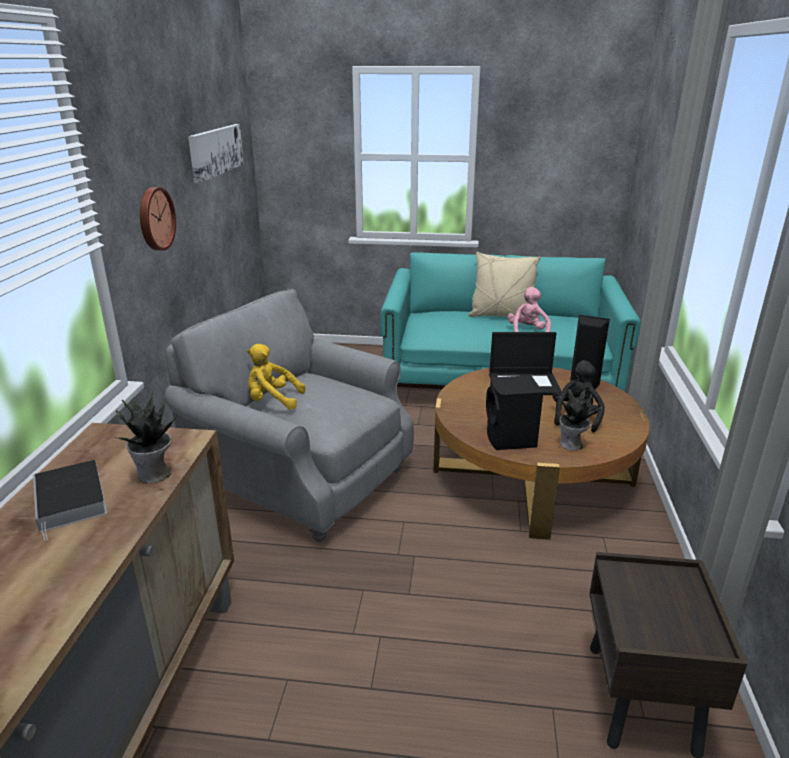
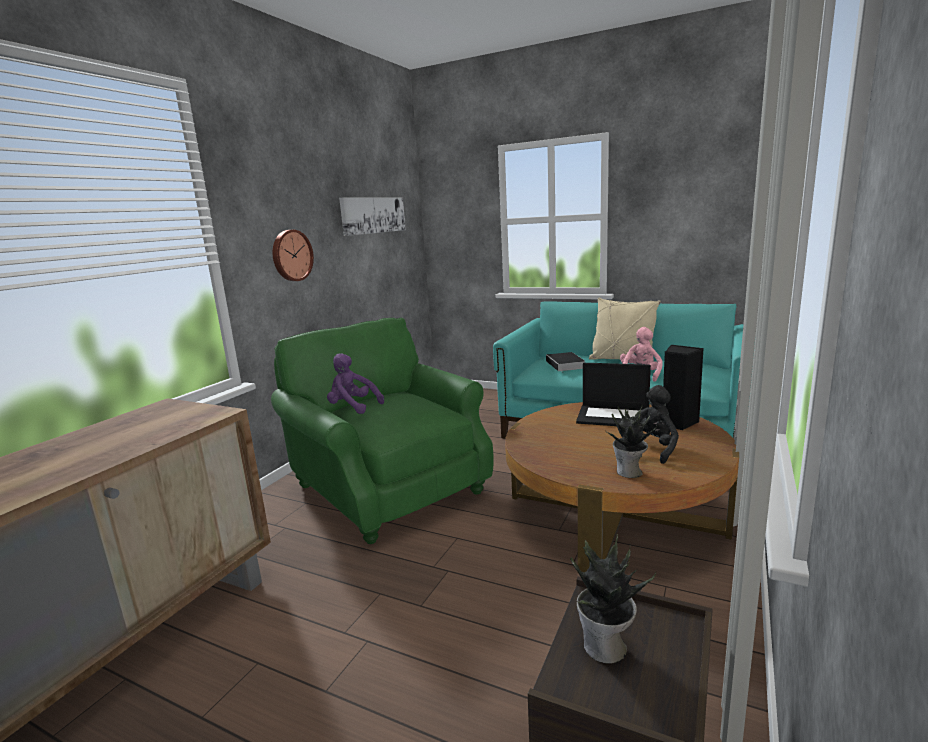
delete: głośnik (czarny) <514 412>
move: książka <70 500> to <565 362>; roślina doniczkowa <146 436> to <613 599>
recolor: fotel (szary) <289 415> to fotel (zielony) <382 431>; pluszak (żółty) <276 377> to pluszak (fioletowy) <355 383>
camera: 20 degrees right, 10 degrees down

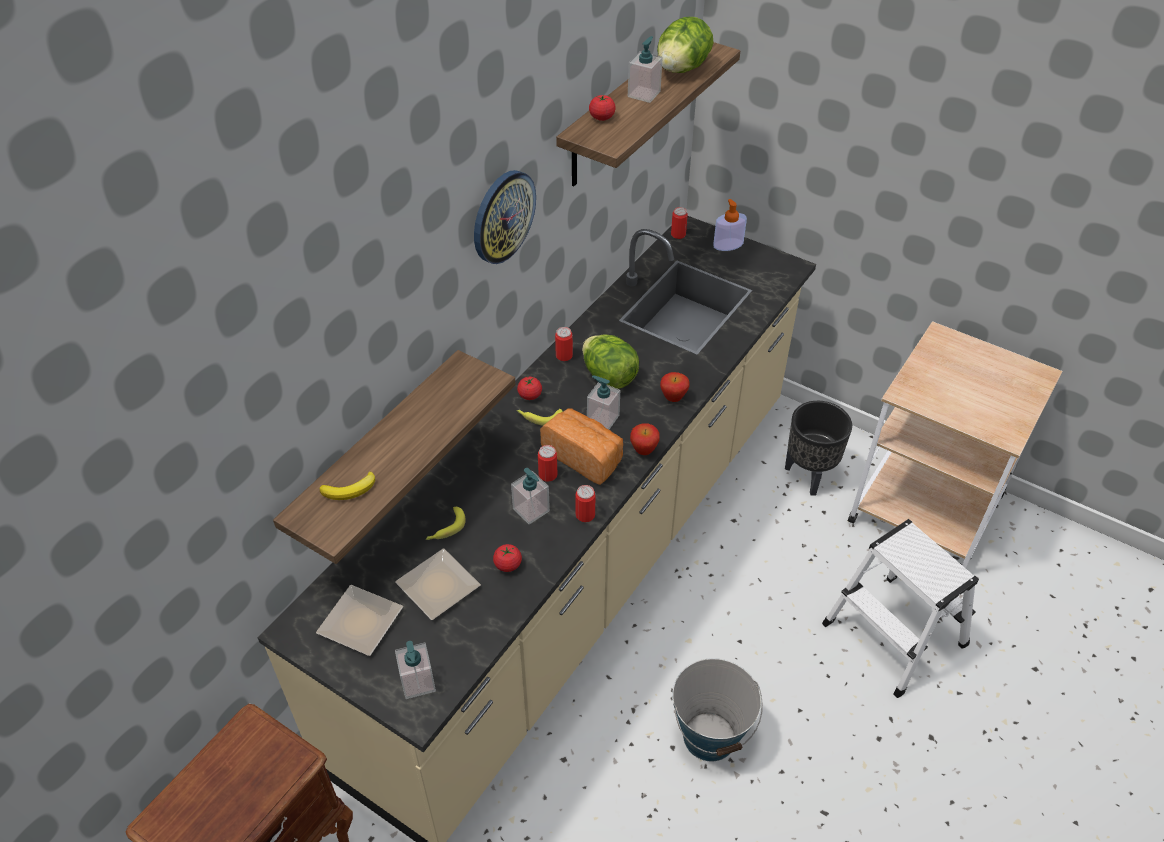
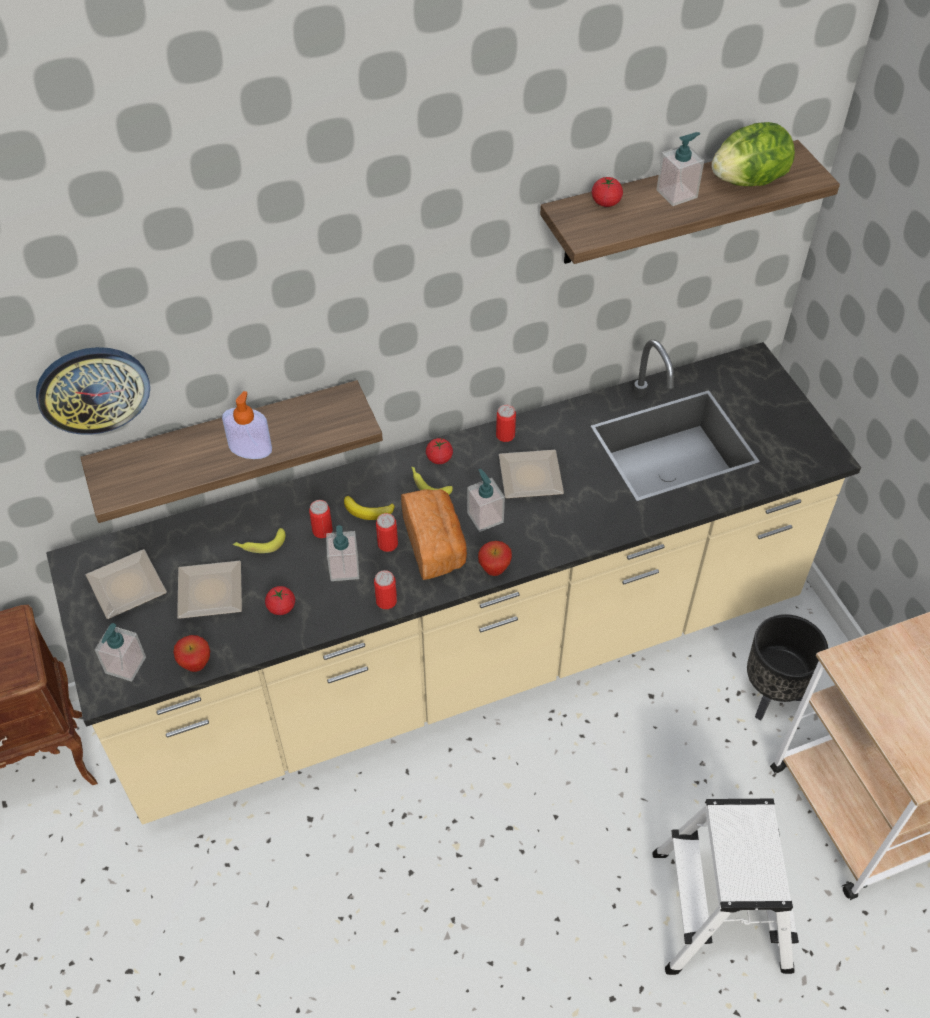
delete: wiadro <717 709>
move: zegar ścienny <505 217> to <93 391>; jabłko <675 387> to <191 653>; dozownik mydła <730 225> to <247 425>; puszka <679 223> to <321 519>; banan <347 485> to <369 508>
replace: sałata <610 361> to talerz <531 474>
camera: 35 degrees right, 5 degrees up

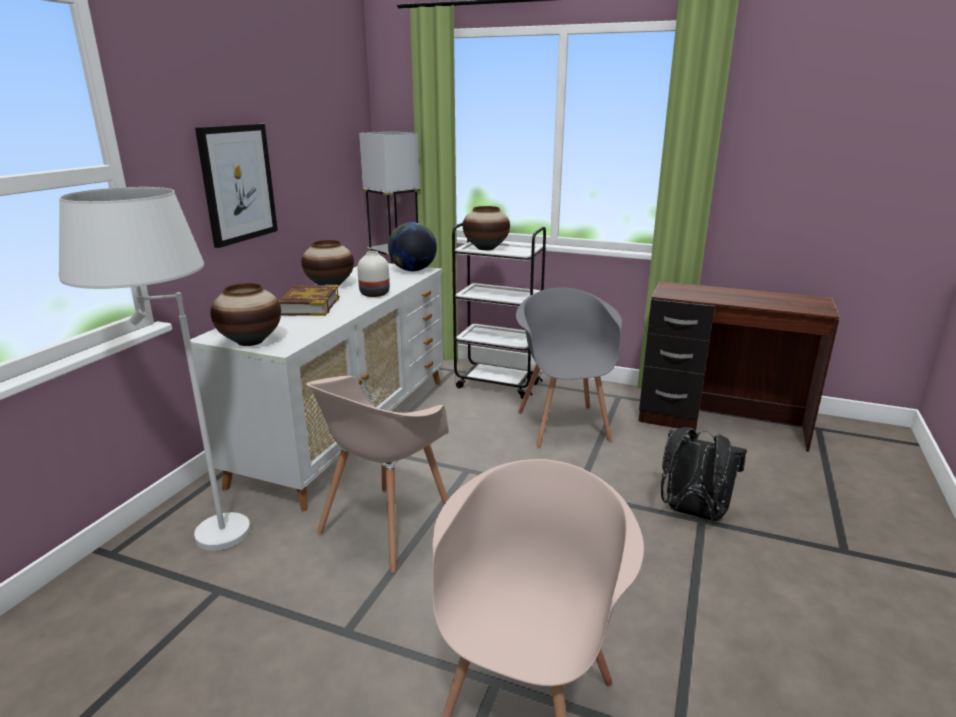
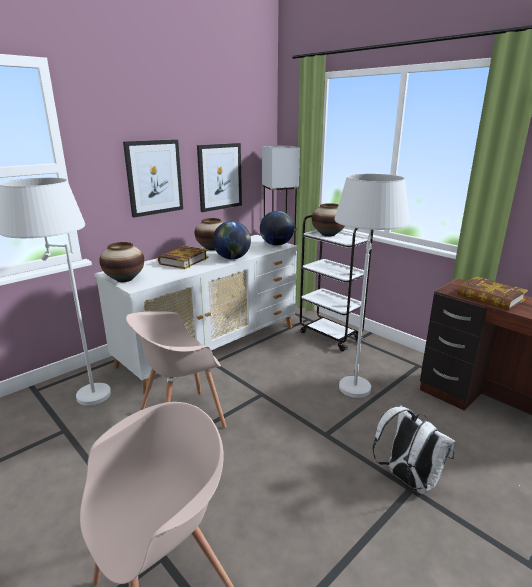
insert: obraz <219 177>; książka <493 293>
replace: wazon (biały) <373 274> to globus <232 240>; krzesło (szary) <569 367> to lampa stojąca (biały) <372 286>
recolor: plecak (czarny) <704 474> to plecak (biały) <414 450>
camera: 25 degrees right, 0 degrees up

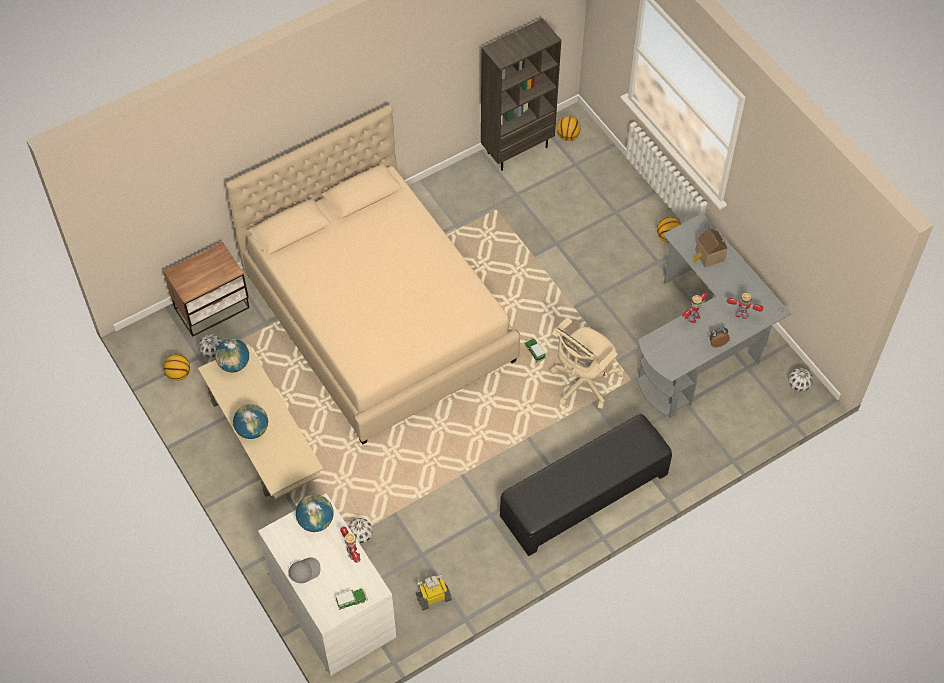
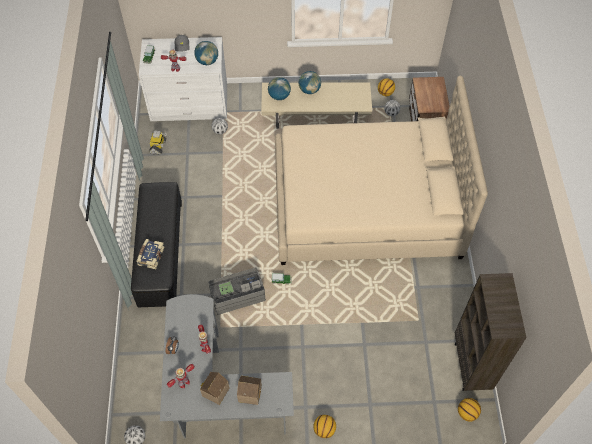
insert: książka <150 254>; domek <215 388>
move: globus <232 355> to <279 88>
replace: krzesło biurowe (beżowy) <587 363> to pojemnik do przechowywania (szary) <237 291>
camera: 120 degrees right, 0 degrees up

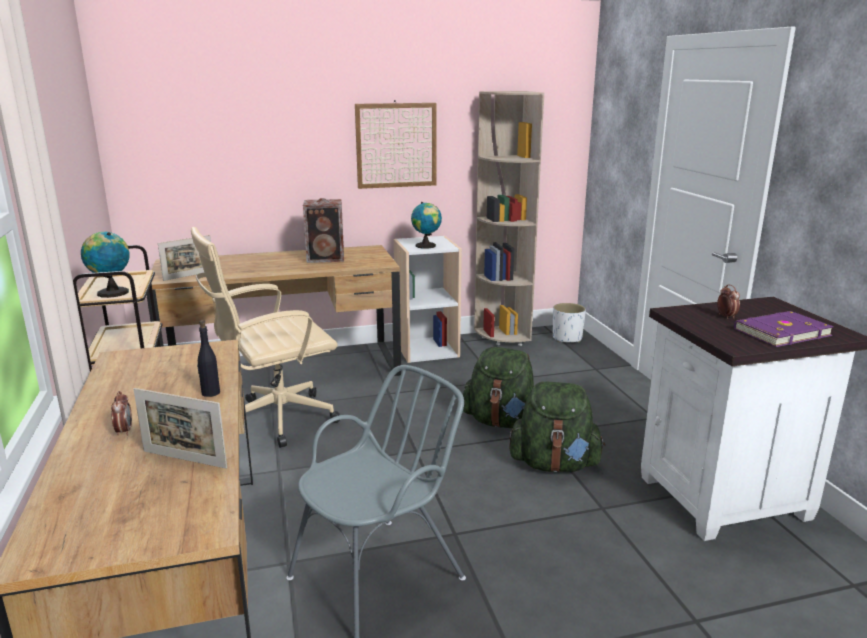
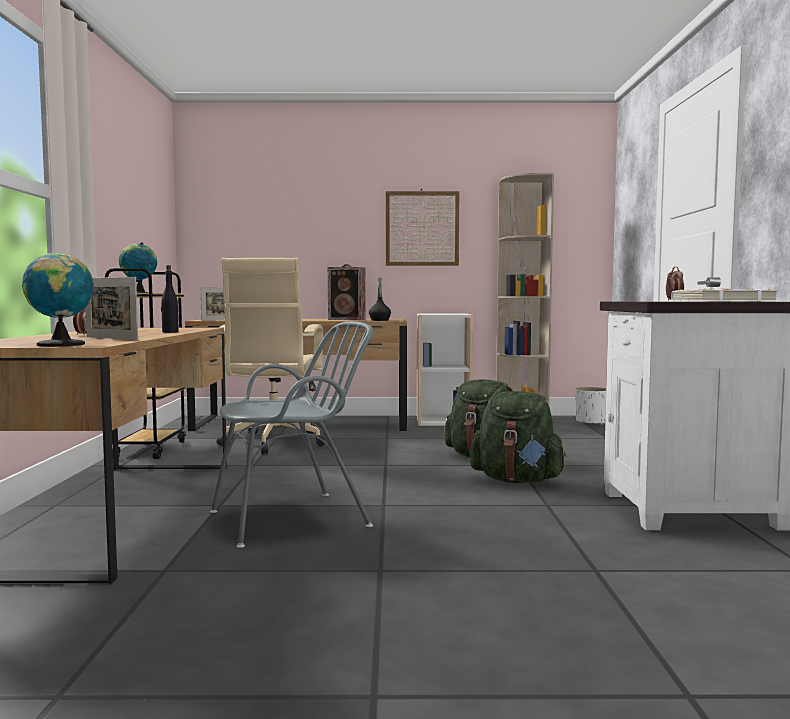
insert: butelka (czarny) <380 299>
move: globus <426 225> to <58 299>
recolor: książka (fioletowy) <784 329> to książka (biały) <724 295>
rotate: krzesło biurowe (beżowy) <265 337> = <271 355> 75 degrees counterclockwise
camera: 15 degrees right, 15 degrees down

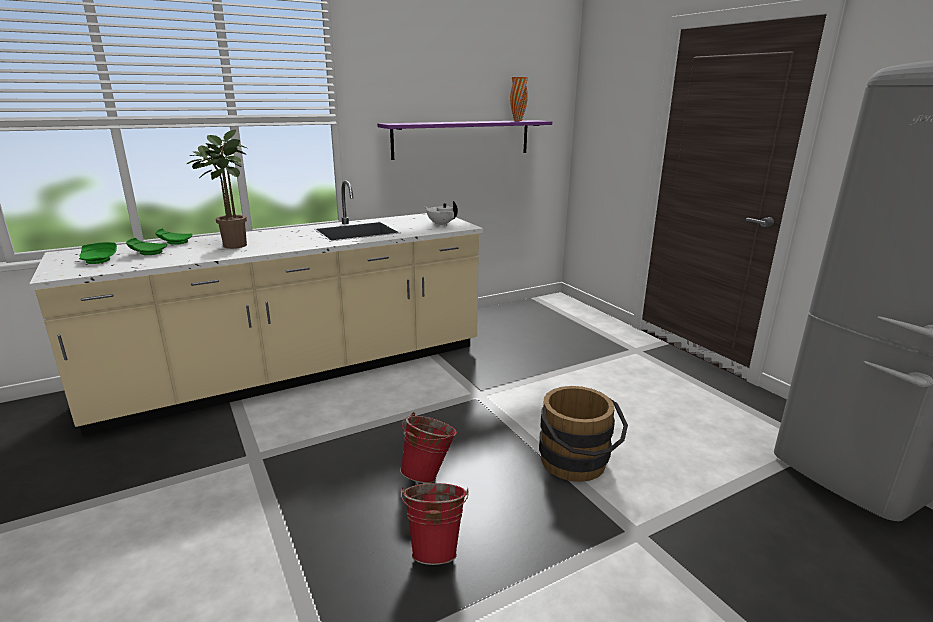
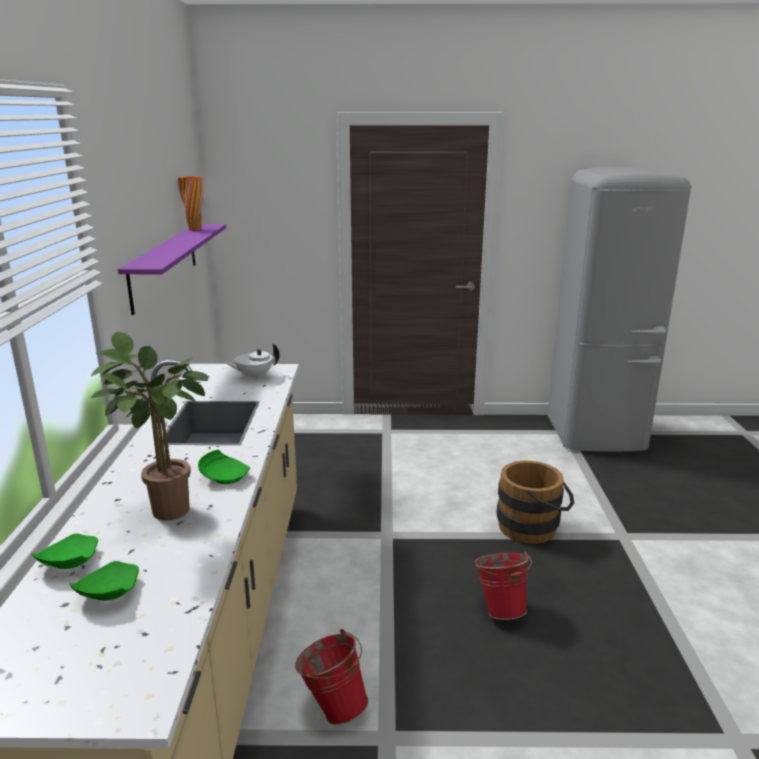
move: talerz (zielony) <98 253> to <224 467>; wiadro (czerwony) <435 524> to <332 677>
camera: 60 degrees left, 0 degrees up

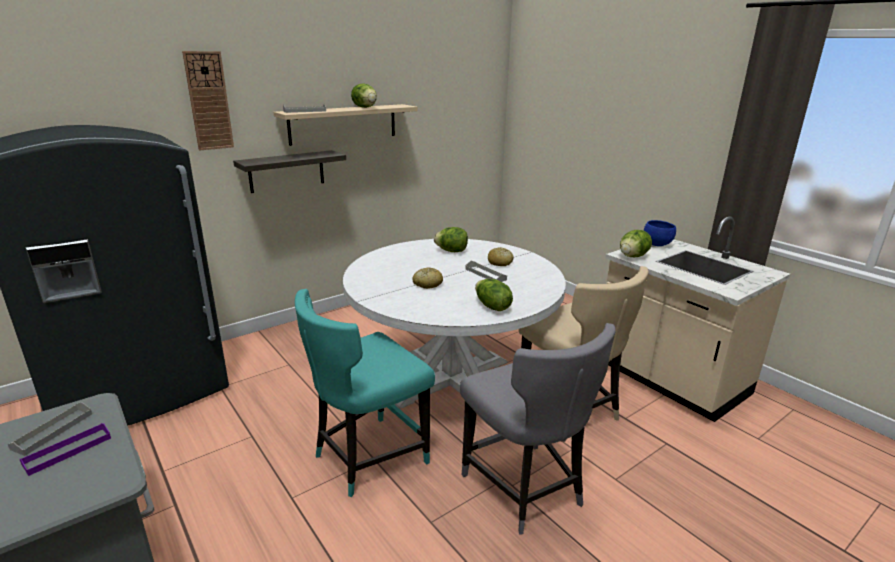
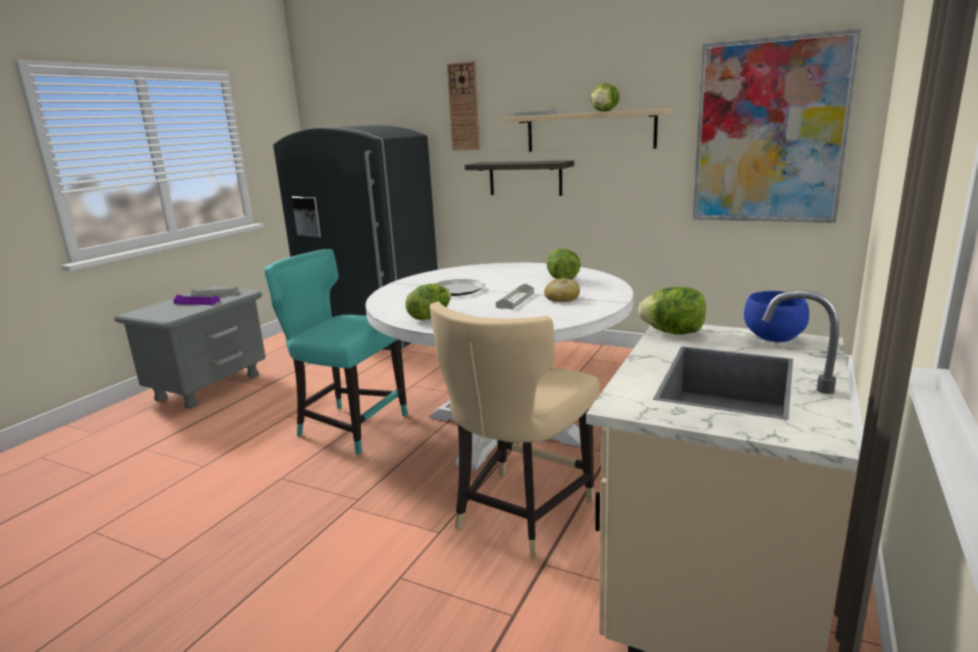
delete: krzesło (szary) <538 429>
insert: obraz <777 125>
replace: chleb <427 278> to talerz <459 287>
camera: 65 degrees right, 5 degrees down

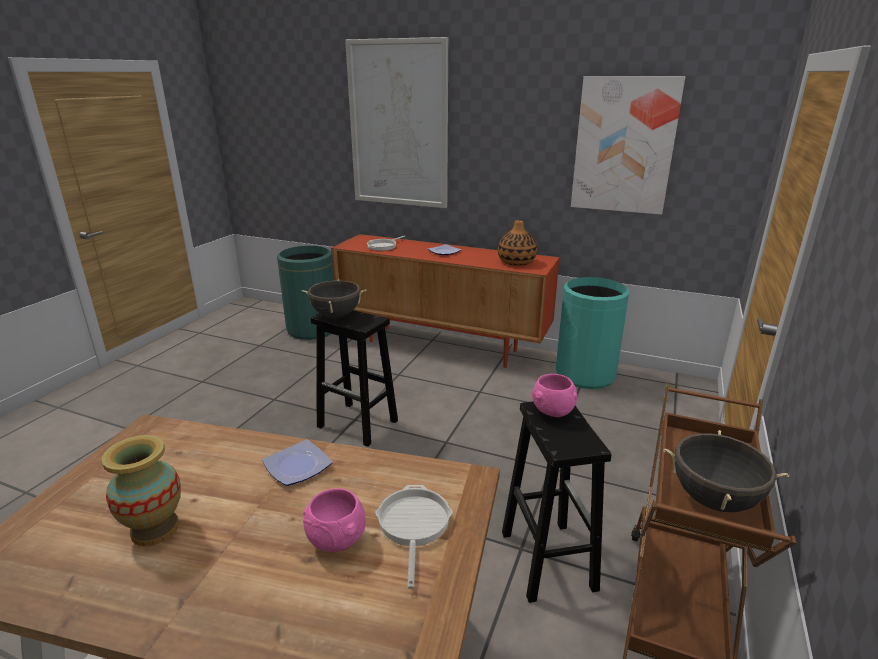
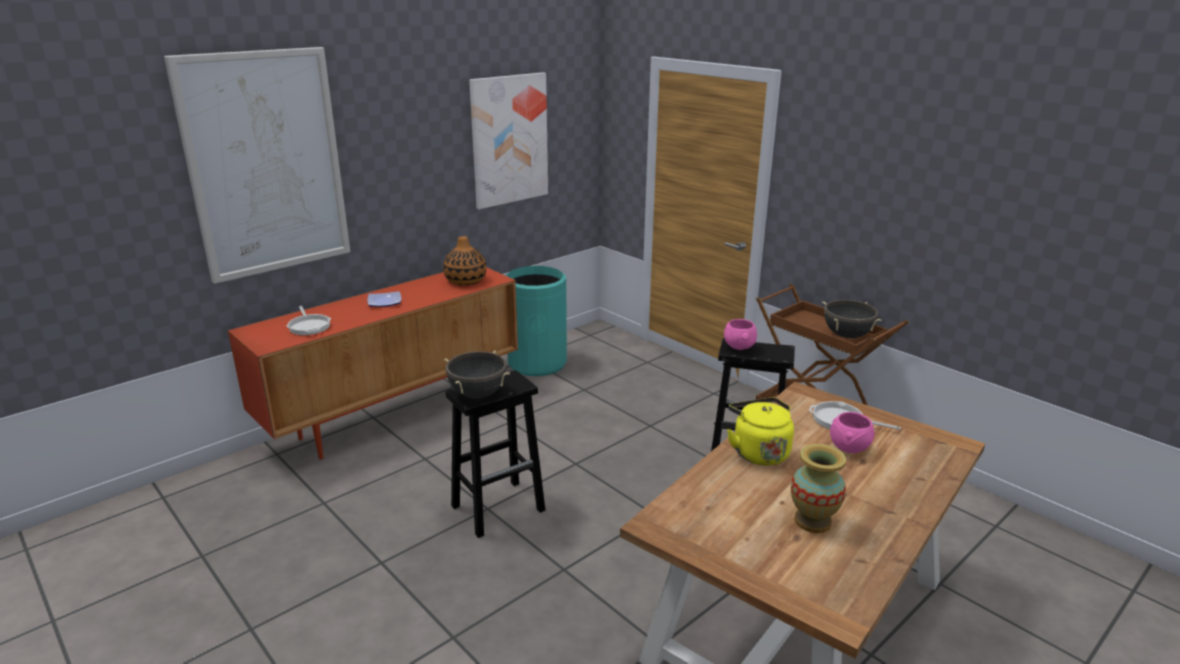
delete: kosz na śmieci (zielony) <305 293>
replace: talerz <297 462> to czajnik (żółty) <760 432>
camera: 65 degrees left, 0 degrees up

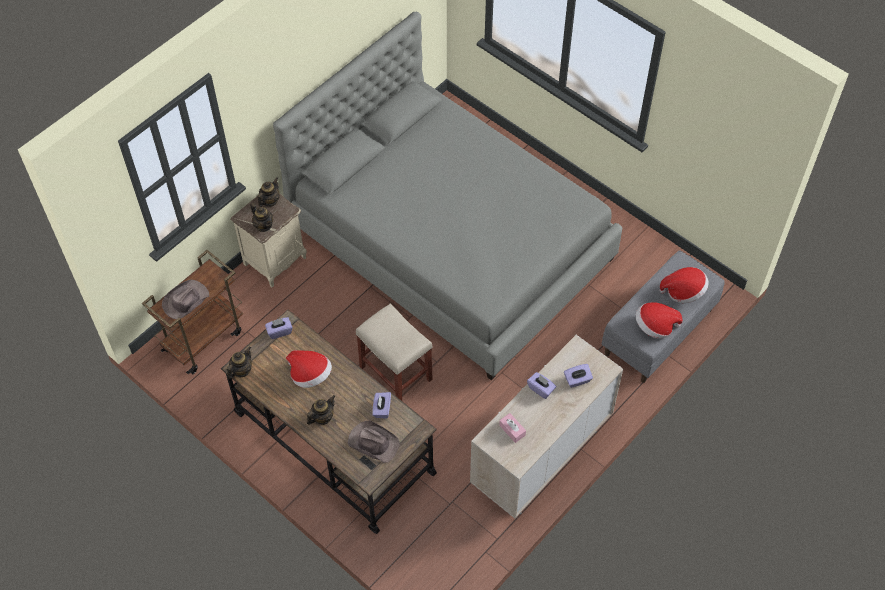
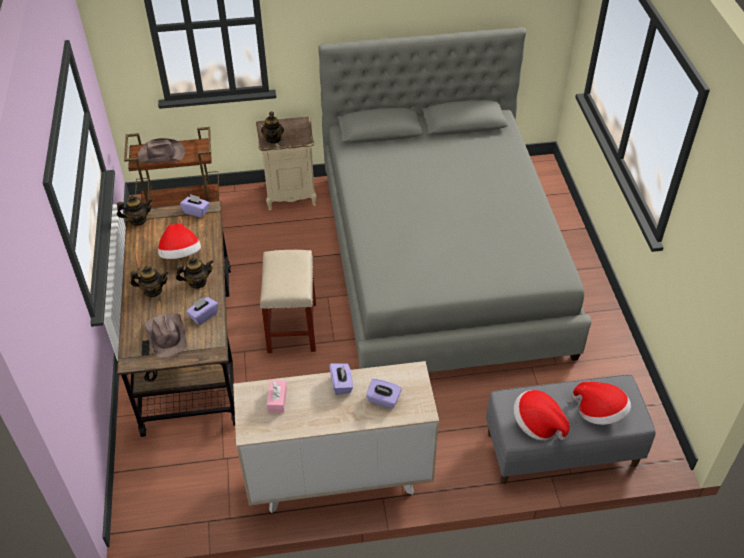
move: imbryk <269 192> to <195 273>
camera: 40 degrees right, 10 degrees down

